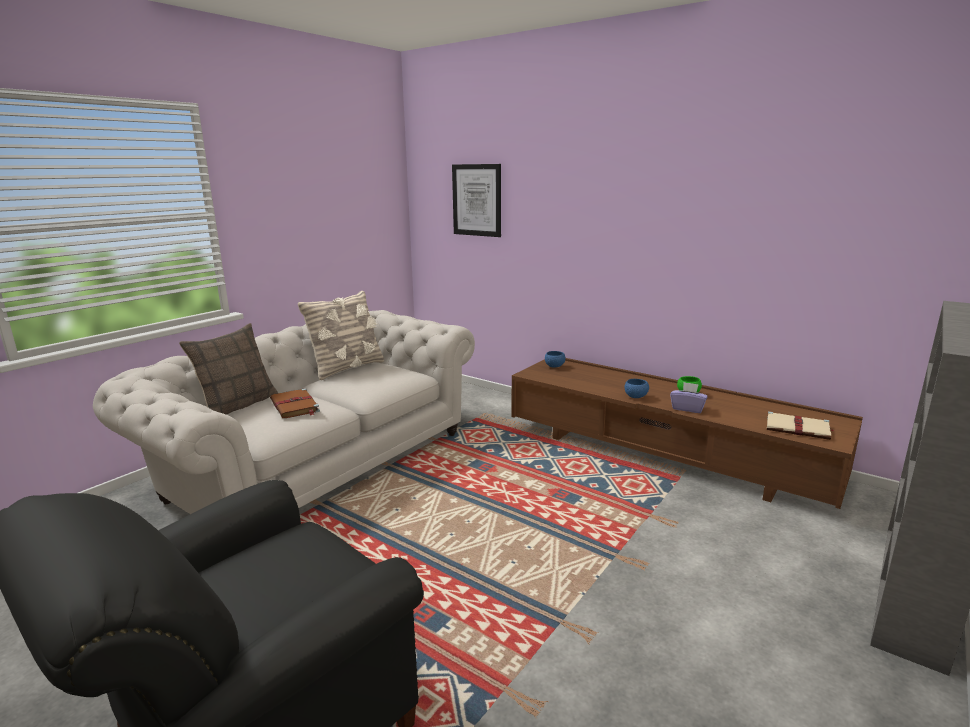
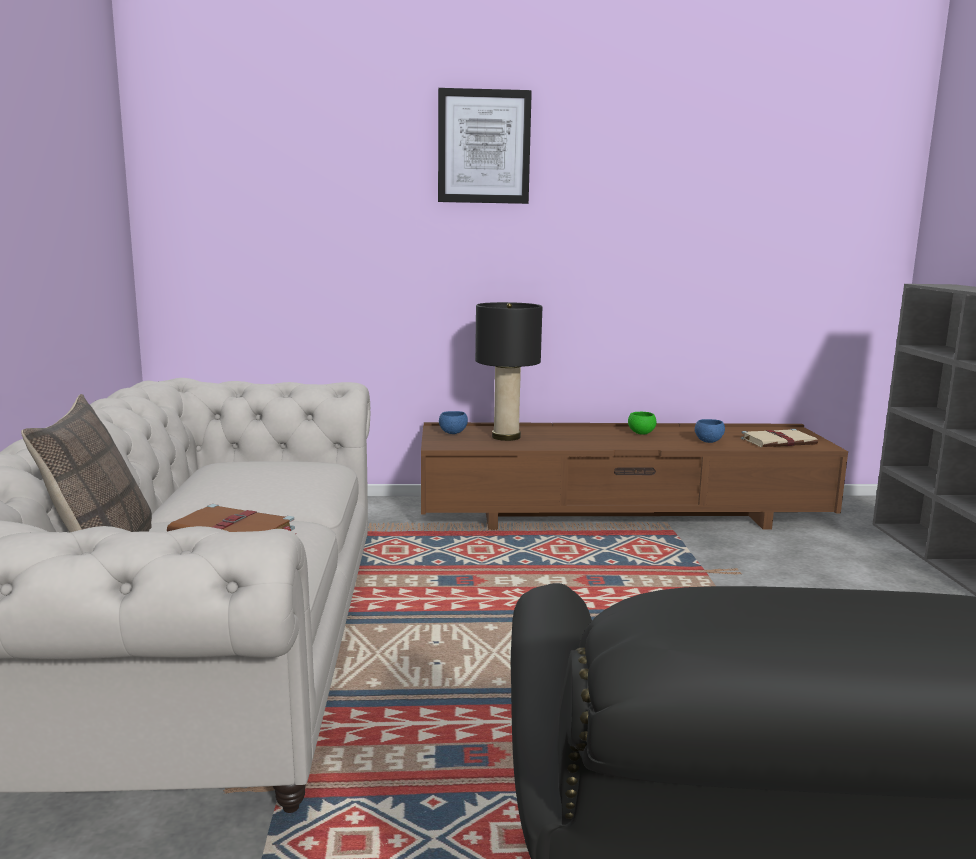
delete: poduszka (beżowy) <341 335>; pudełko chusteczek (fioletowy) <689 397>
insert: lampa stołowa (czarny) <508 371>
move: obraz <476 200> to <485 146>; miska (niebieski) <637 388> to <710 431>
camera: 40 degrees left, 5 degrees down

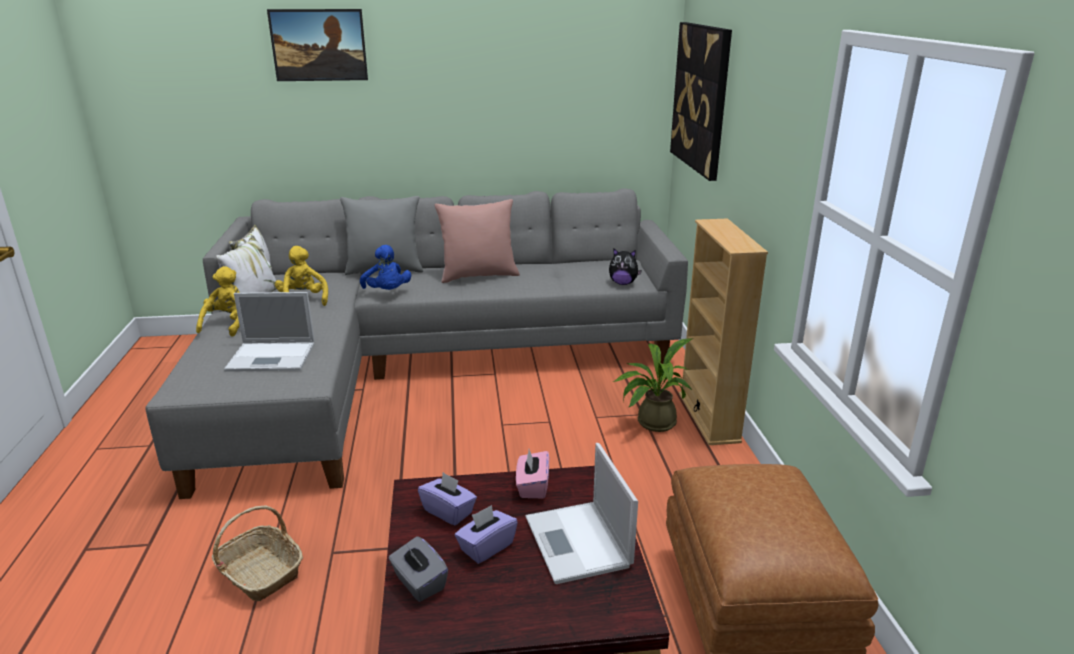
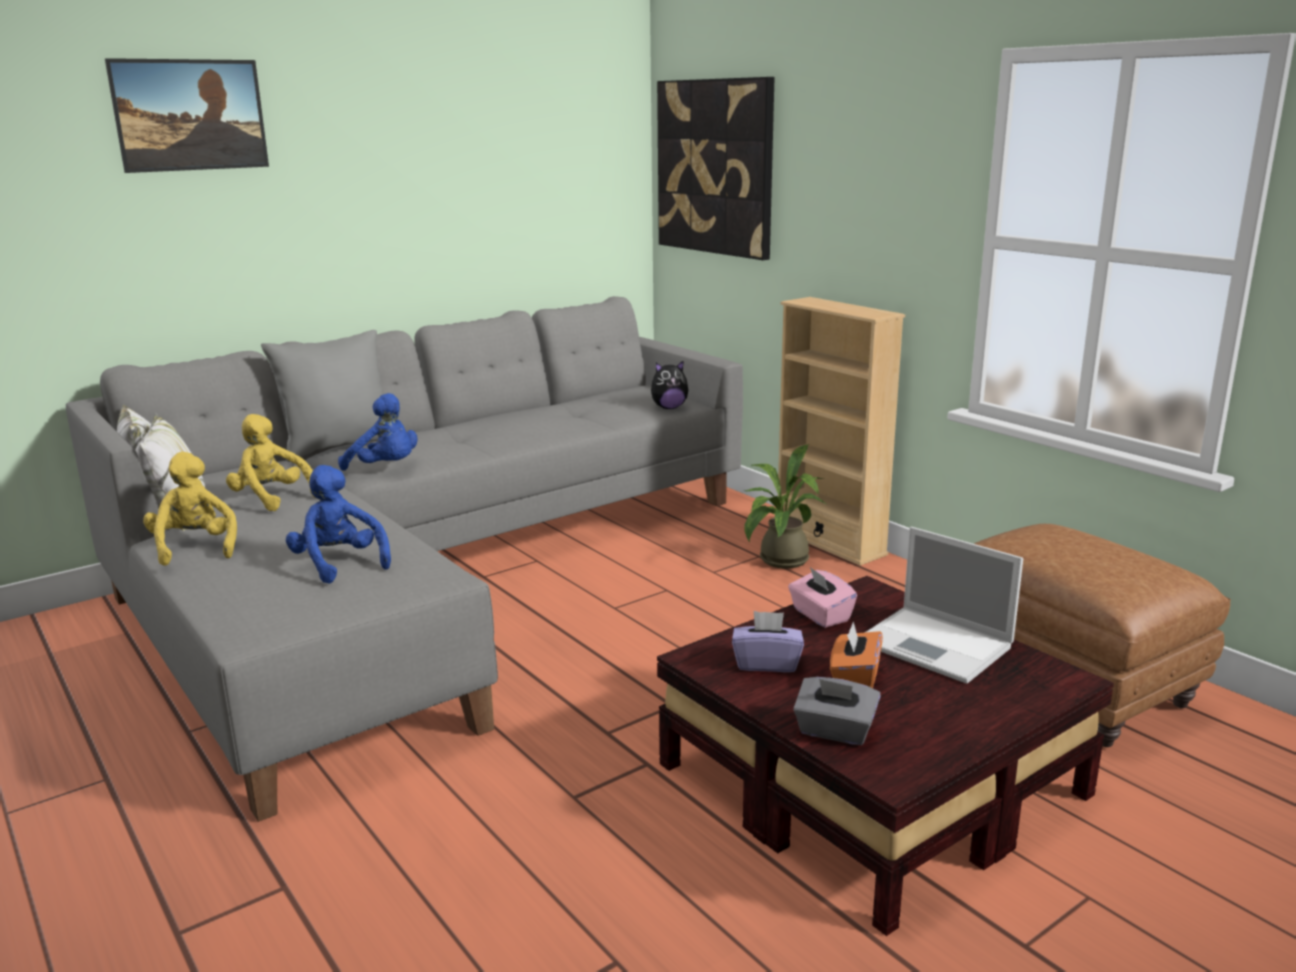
delete: koszyk <257 553>; poduszka (różowy) <477 241>
replace: laptop <269 332> to pluszak (niebieski) <338 524>
recolor: pudełko chusteczek (fioletowy) <486 534> to pudełko chusteczek (pomarańczowy) <856 655>
camera: 30 degrees left, 5 degrees down

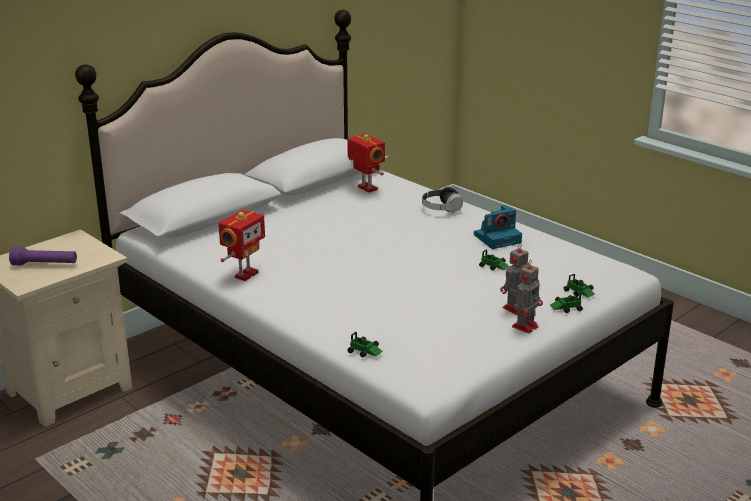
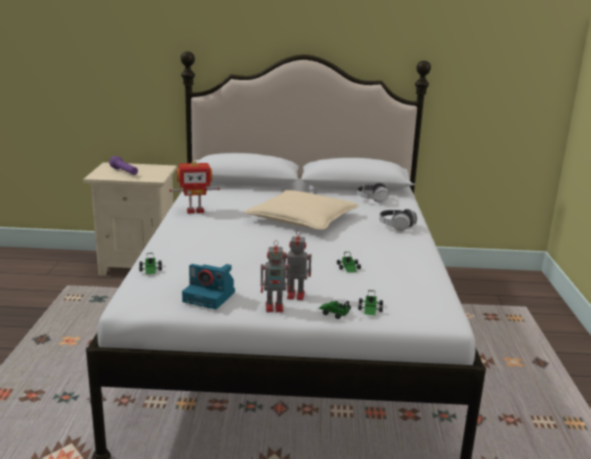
insert: poduszka (beżowy) <302 210>
move: aparat fotograficzny <498 227> to <208 286>
replace: robot zabawkowy <366 163> to słuchawki <373 192>
camera: 45 degrees right, 5 degrees down

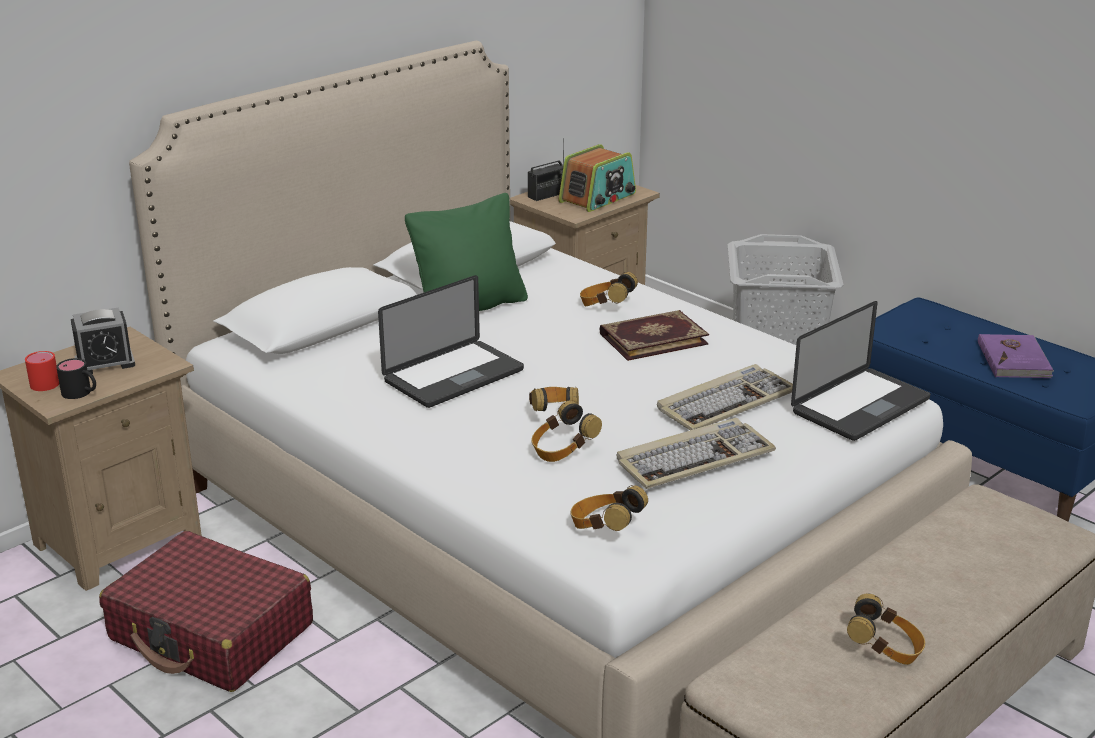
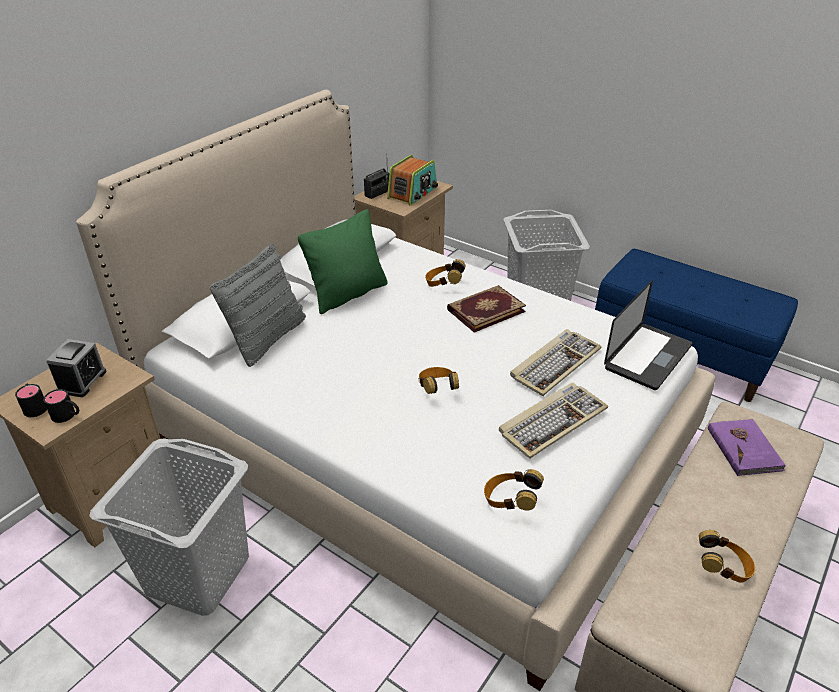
delete: laptop <451 341>; słuchawki <566 431>
insert: poduszka (szary) <258 305>
move: książka (fioletowy) <1016 356> to <747 447>
replace: walizka (czerwony) <206 611> to kosz na pranie (szary) <169 527>
recolor: kubek (czerwony) <42 371> to kubek (czarny) <31 400>
rotate: budzik <103 340> = <76 368> 45 degrees counterclockwise
camera: 10 degrees left, 10 degrees up

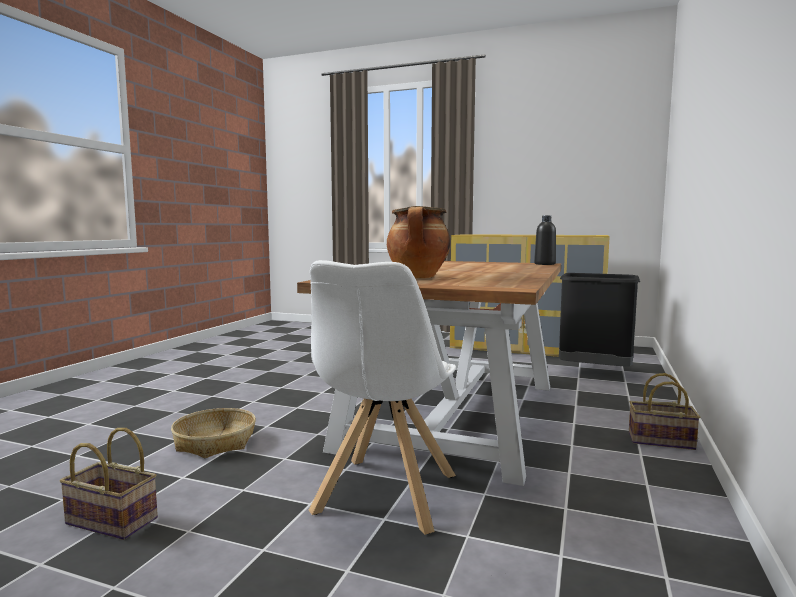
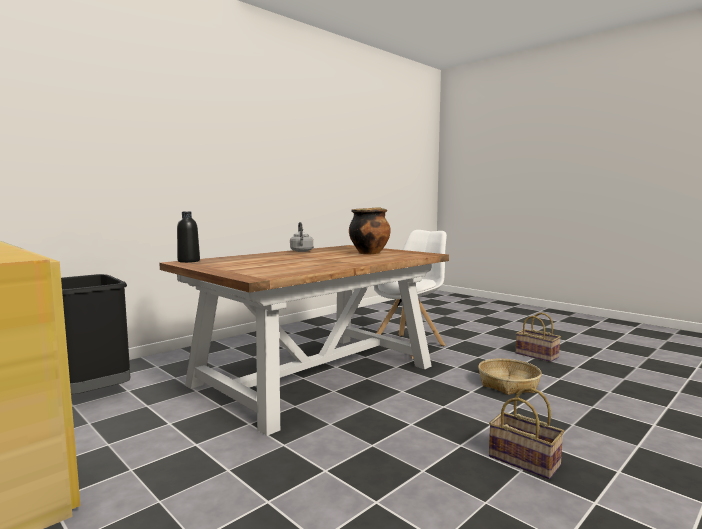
insert: czajnik (szary) <301 237>
move: koszyk <664 411> to <526 433>
camera: 155 degrees left, 0 degrees up

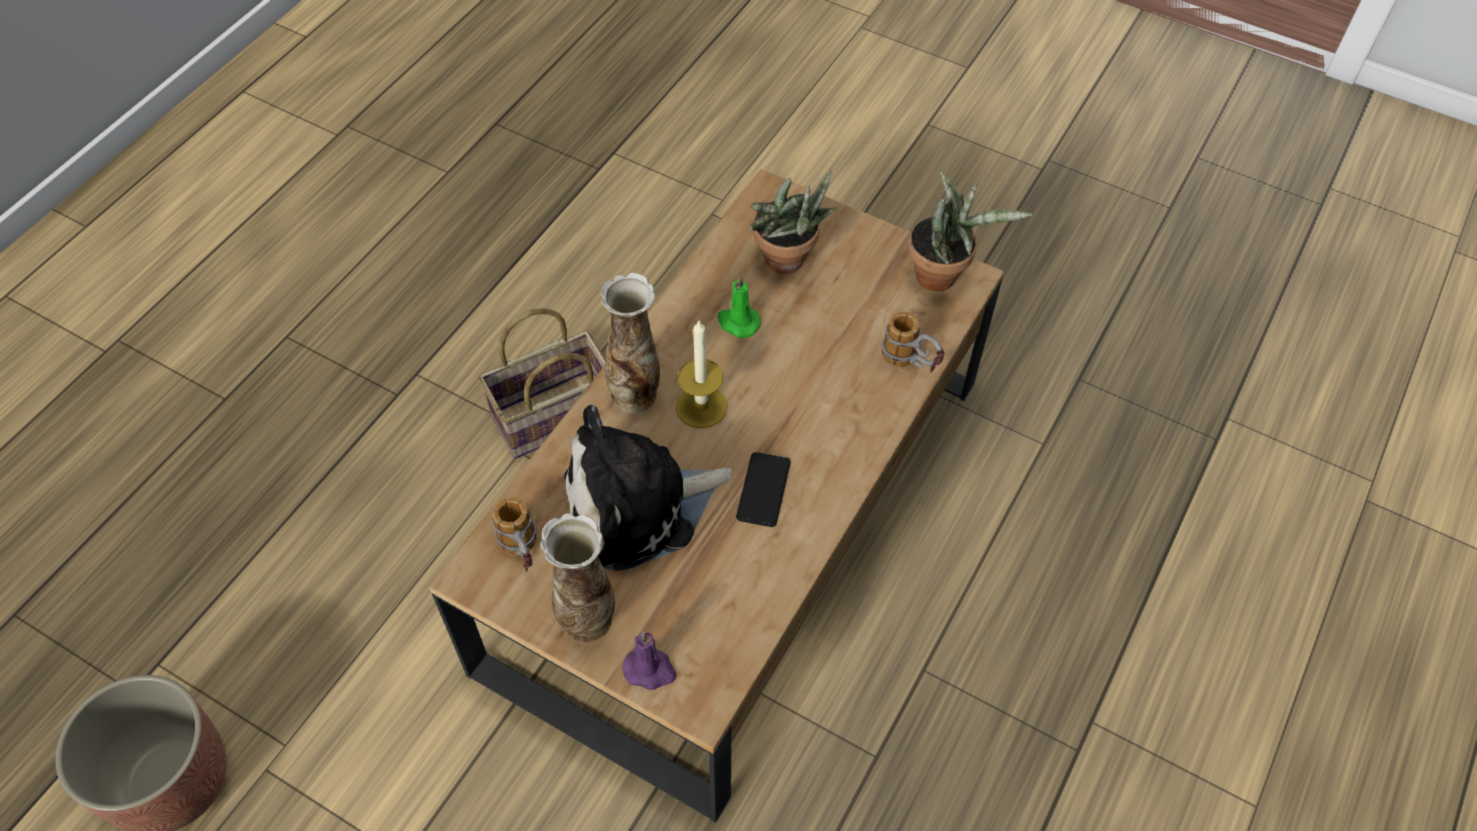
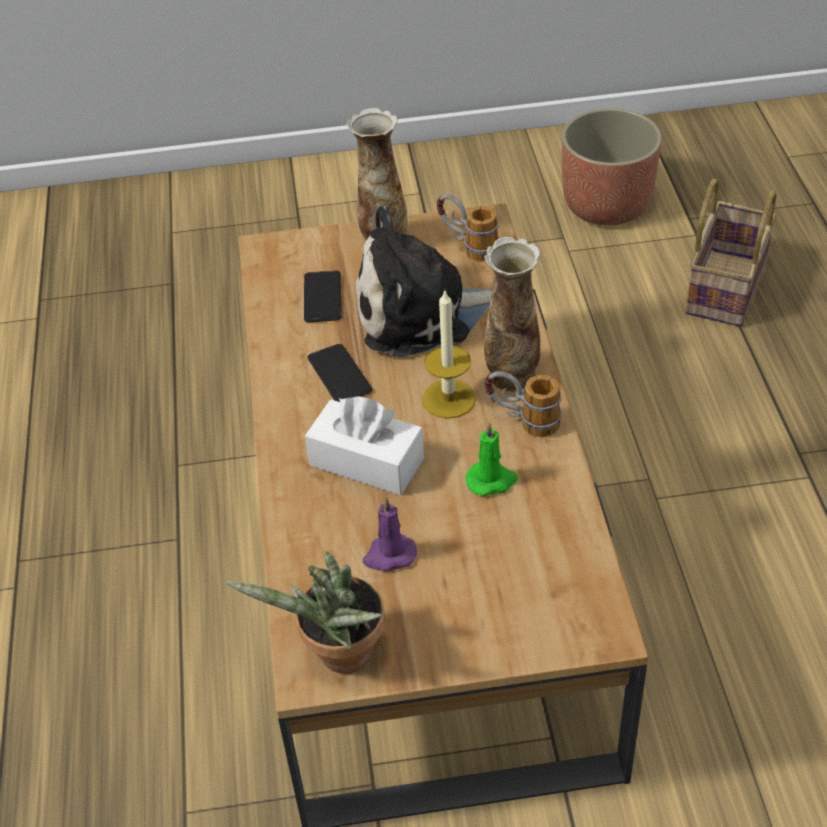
delete: roślina doniczkowa <793 222>
insert: telefon <323 296>; pudełko chusteczek (biały) <364 445>
move: świeca (fioletowy) <649 661> to <390 534>; kubek <913 342> to <523 404>; koszyk <542 383> to <731 253>
rotate: pluszak <648 488> = <424 281> 135 degrees counterclockwise
camera: 145 degrees right, 10 degrees down

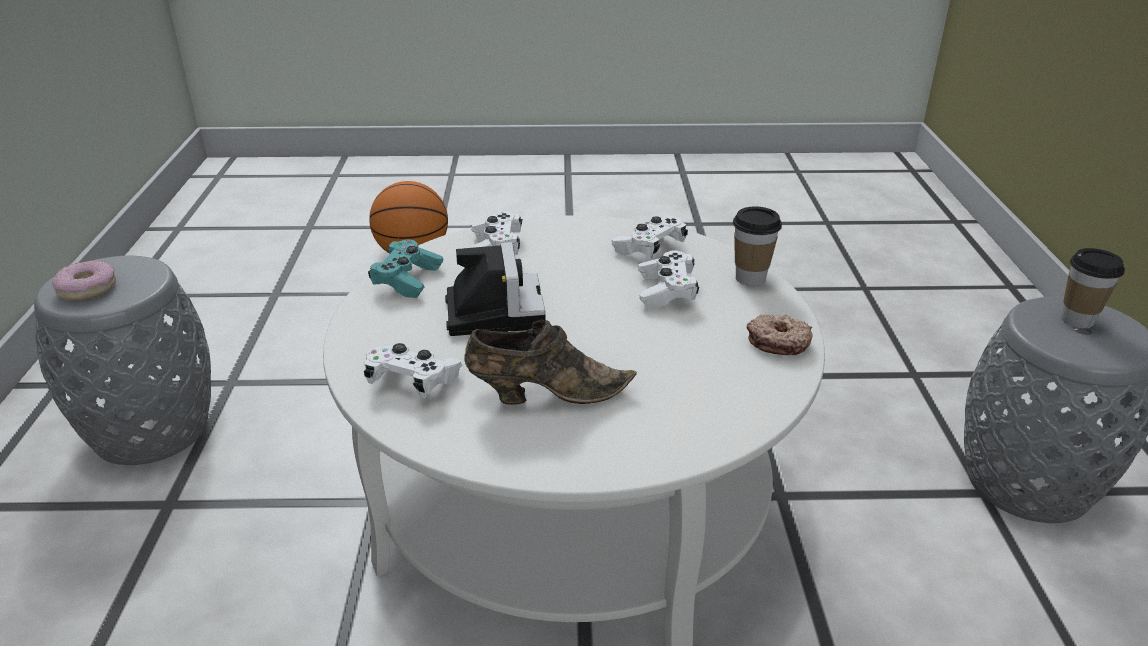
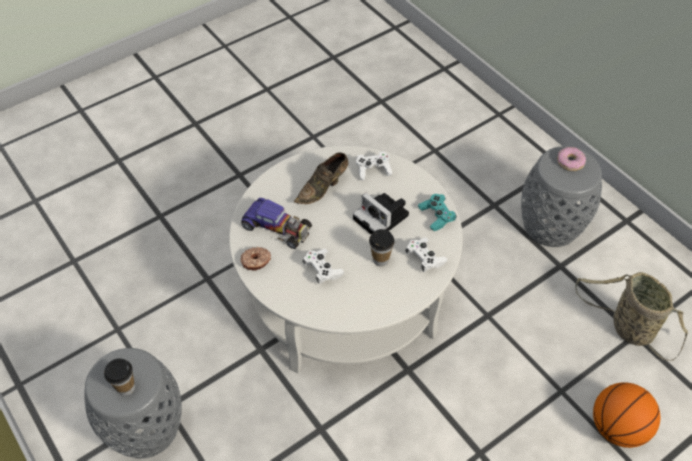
delete: pad do gier (biały) <650 237>
insert: samochodzik <276 223>; koszyk <631 316>
move: filiżanka <757 246> to <382 247>
camera: 145 degrees right, 20 degrees up

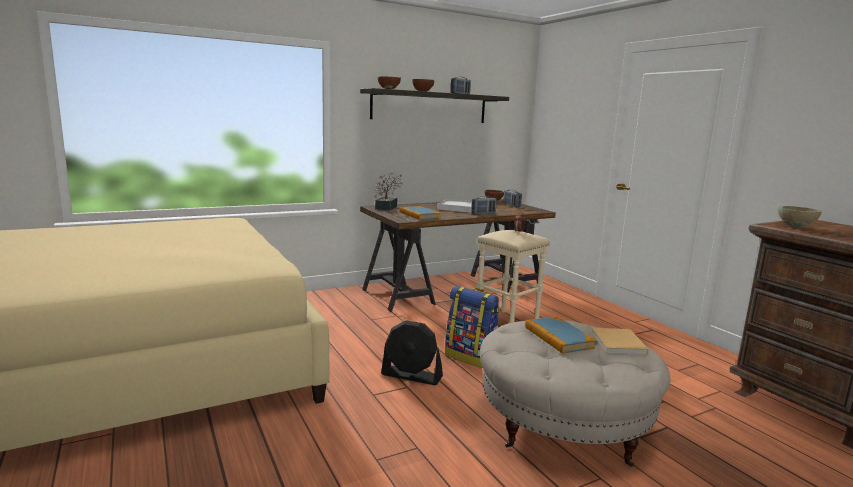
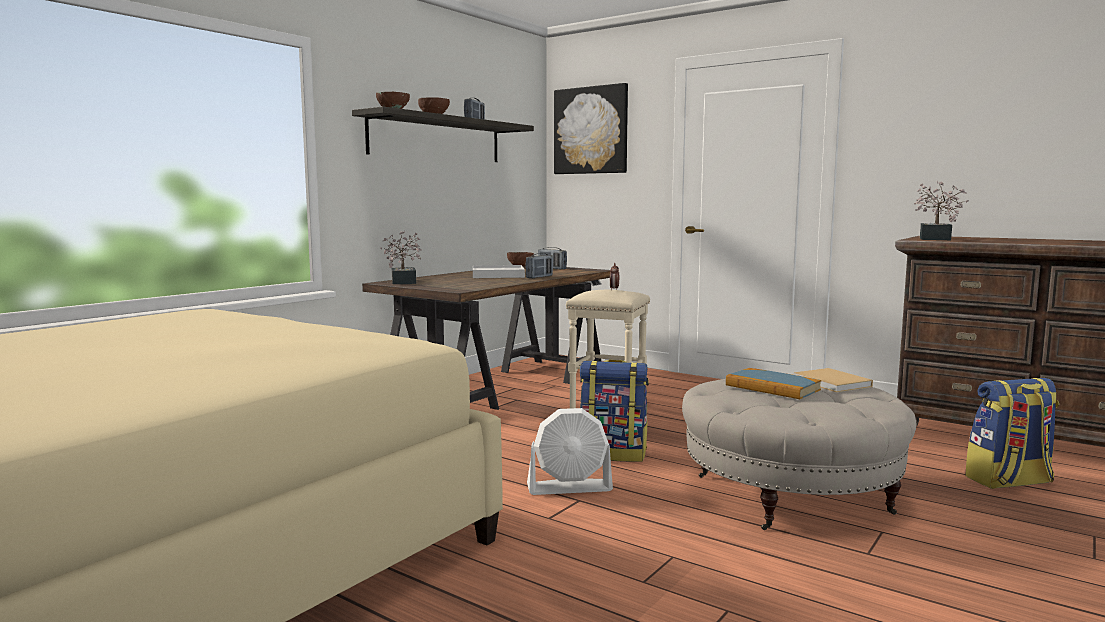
delete: książka <420 213>
insert: obraz <591 128>; plecak <1012 433>
replace: miska (beżowy) <800 216> to roślina doniczkowa <941 210>
recolor: wentylator (czarny) <412 352> to wentylator (biały) <570 451>
camera: 25 degrees left, 5 degrees down

